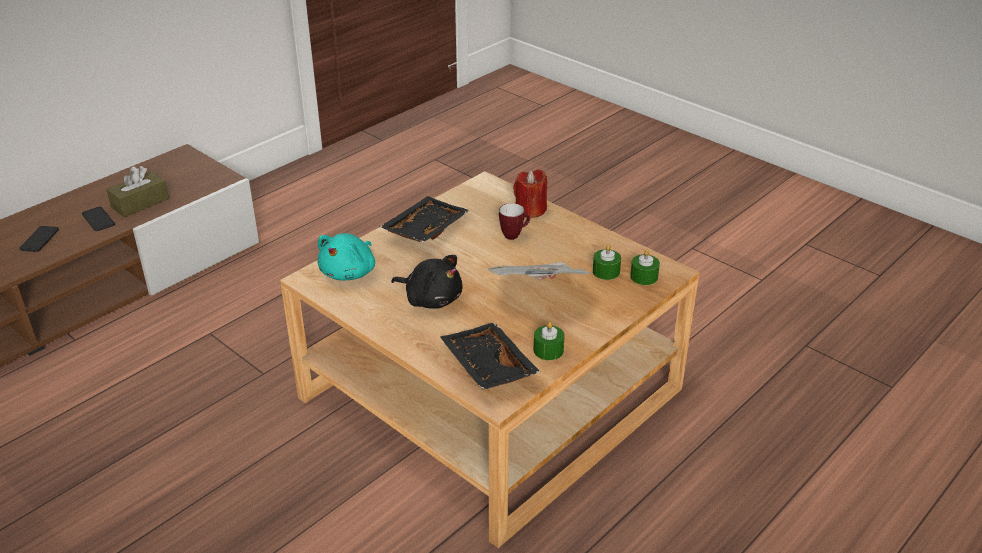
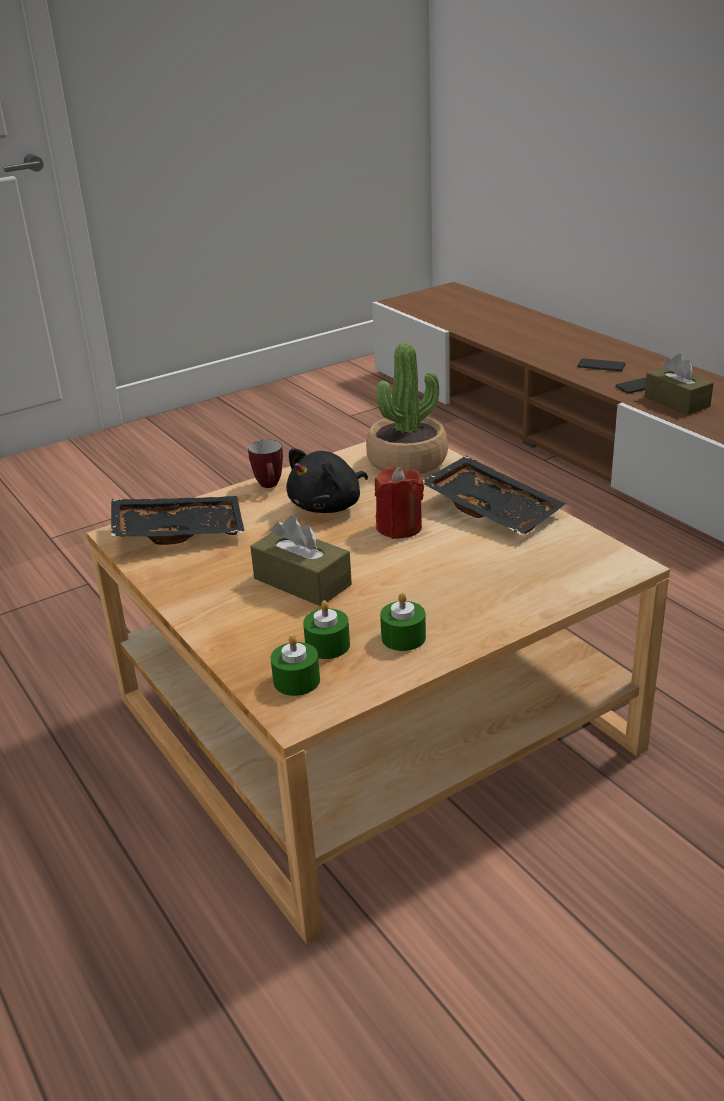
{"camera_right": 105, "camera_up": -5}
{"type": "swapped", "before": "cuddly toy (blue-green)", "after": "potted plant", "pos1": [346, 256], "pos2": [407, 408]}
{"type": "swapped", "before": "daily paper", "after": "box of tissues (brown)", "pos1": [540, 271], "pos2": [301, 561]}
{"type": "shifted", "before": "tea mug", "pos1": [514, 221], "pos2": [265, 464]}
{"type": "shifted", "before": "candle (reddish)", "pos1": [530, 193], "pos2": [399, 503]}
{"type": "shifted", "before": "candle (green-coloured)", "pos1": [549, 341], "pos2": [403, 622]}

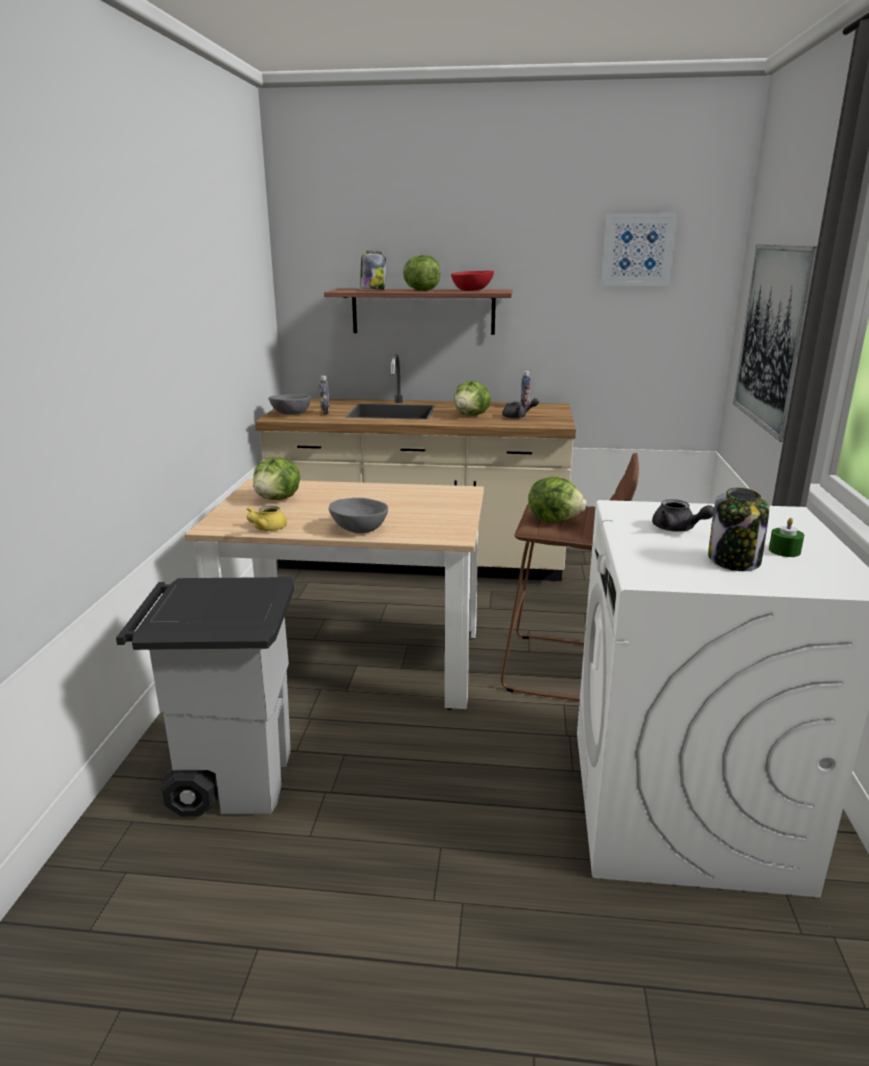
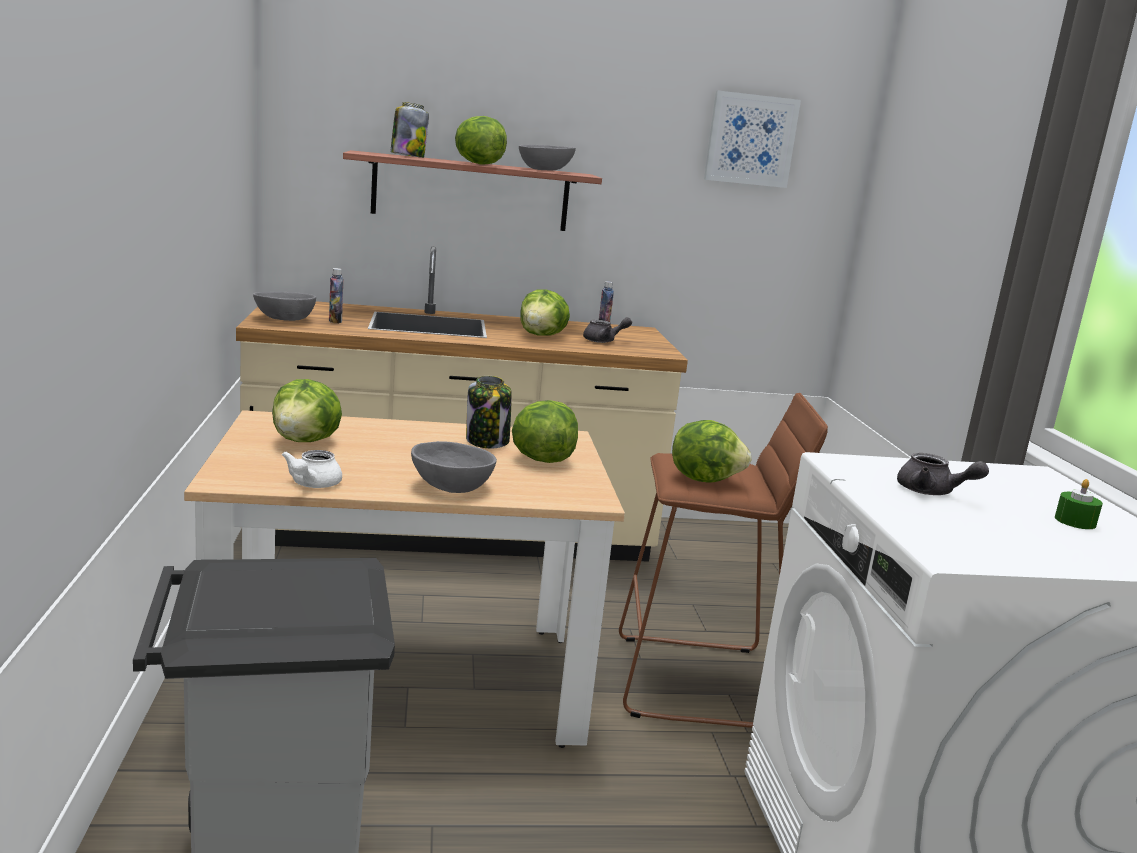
{"camera_right": -15, "camera_up": -5}
{"type": "repainted", "before": "tea pot (yellow-coloured)", "after": "tea pot (white)", "pos1": [267, 518], "pos2": [312, 469]}
{"type": "repainted", "before": "serving bowl (reddish)", "after": "serving bowl (gray)", "pos1": [472, 281], "pos2": [547, 157]}
{"type": "shifted", "before": "storage jar", "pos1": [738, 529], "pos2": [489, 412]}
{"type": "gone", "before": "picture", "pos1": [775, 343]}
{"type": "new", "after": "lettuce", "pos2": [545, 431]}

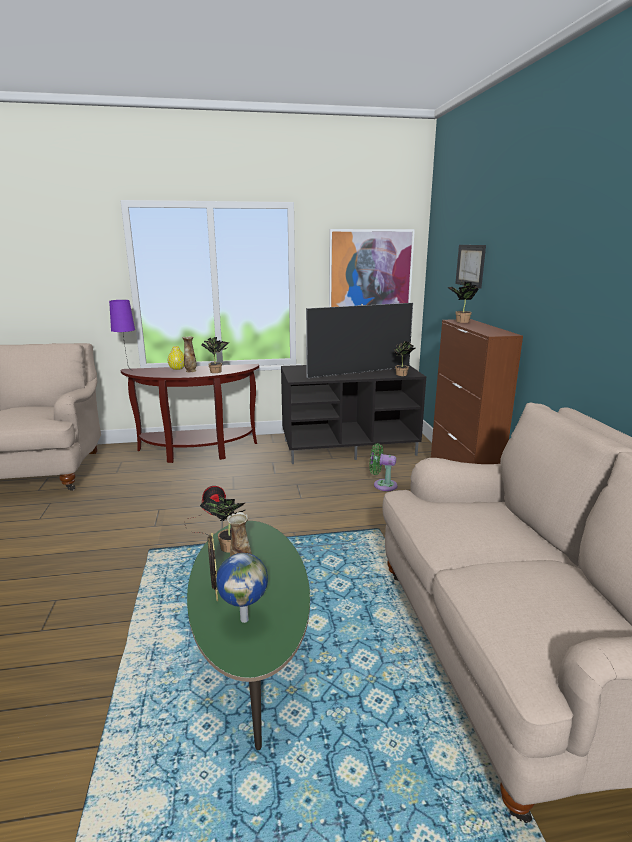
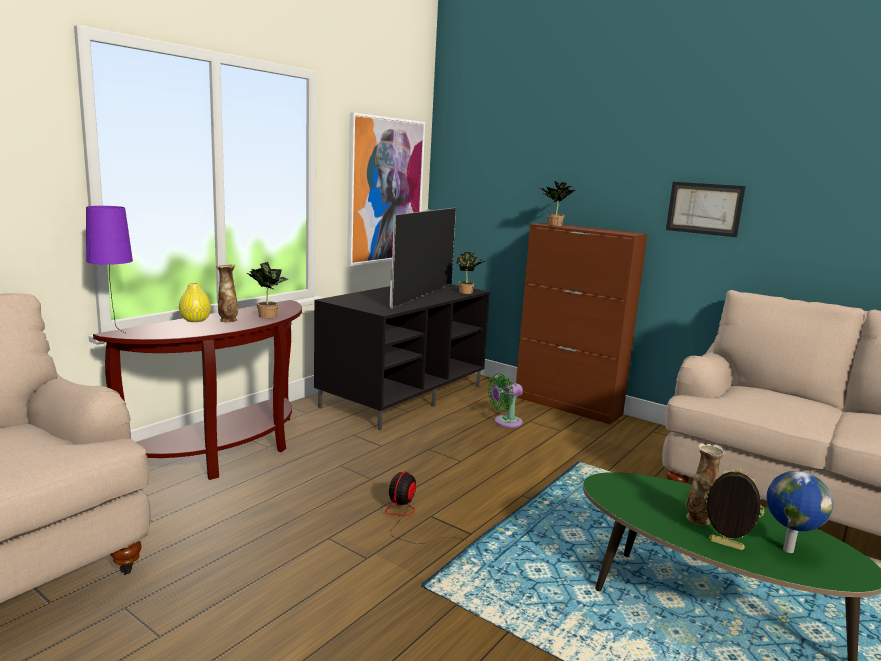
{"camera_right": -45, "camera_up": -5}
{"type": "gone", "before": "potted plant", "pos1": [222, 523]}
{"type": "shifted", "before": "picture", "pos1": [470, 266], "pos2": [706, 209]}

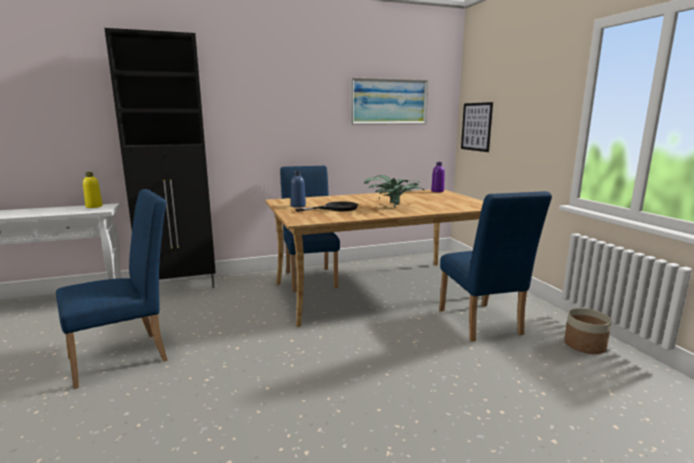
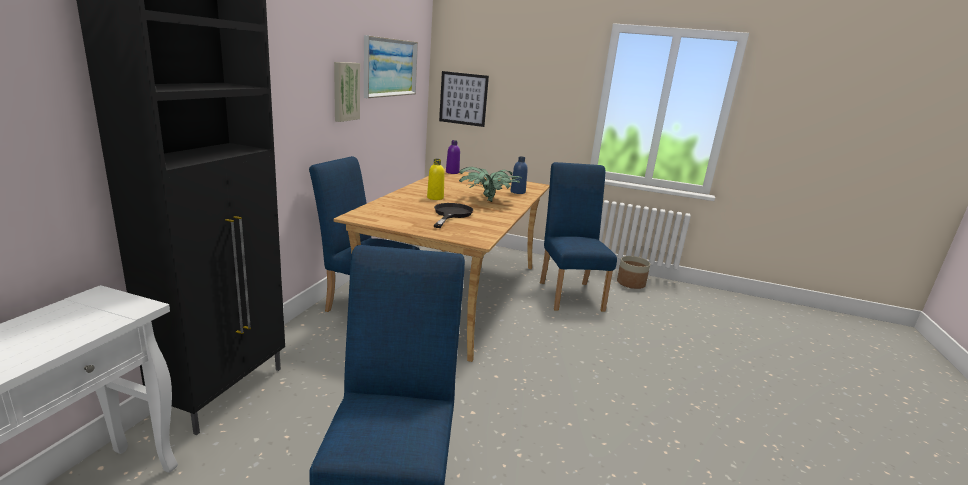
{"camera_right": -55, "camera_up": 5}
{"type": "shifted", "before": "beverage bottle (yellow-coloured)", "pos1": [93, 190], "pos2": [436, 179]}
{"type": "shifted", "before": "beverage bottle (bluish)", "pos1": [298, 189], "pos2": [519, 175]}
{"type": "rotated", "before": "chair (bluish)", "pos1": [495, 266], "pos2": [578, 237], "turn": -120}
{"type": "new", "after": "picture", "pos2": [347, 92]}

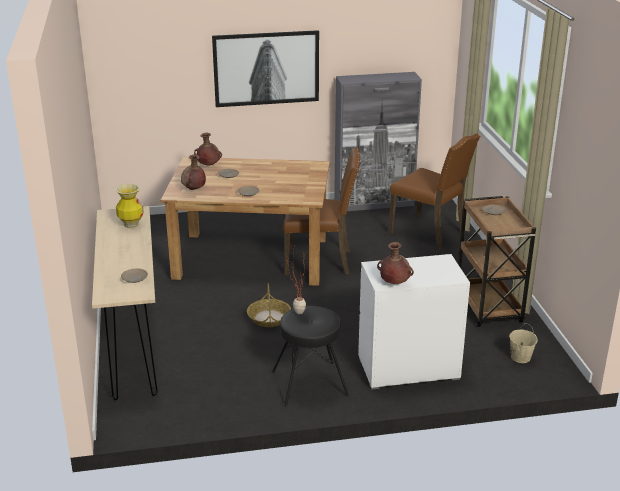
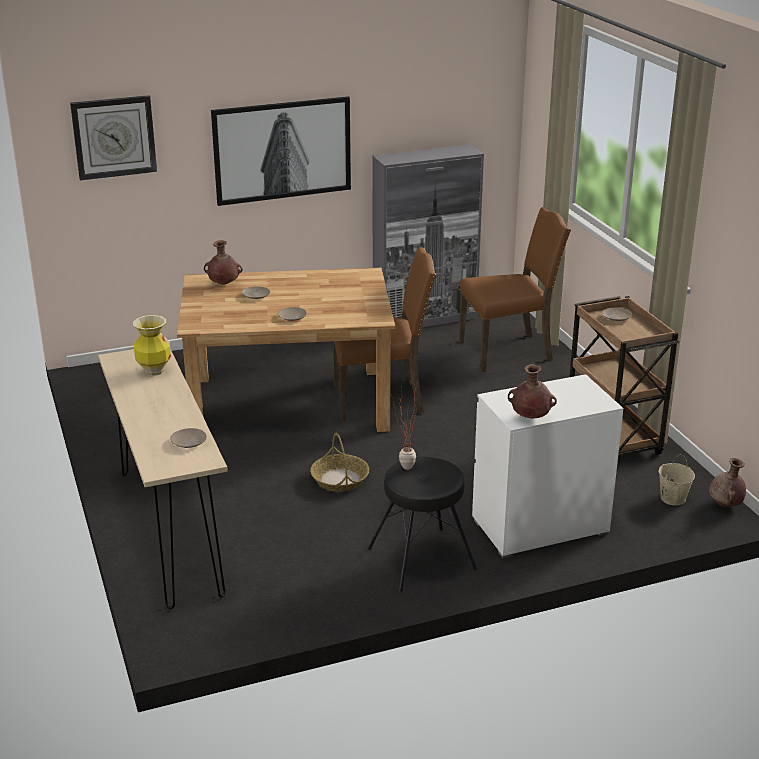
{"camera_right": -10, "camera_up": 0}
{"type": "shifted", "before": "flower vase (brown)", "pos1": [193, 172], "pos2": [727, 482]}
{"type": "rotated", "before": "chair (brown)", "pos1": [434, 191], "pos2": [515, 289], "turn": -45}
{"type": "new", "after": "clock on the wall", "pos2": [113, 137]}

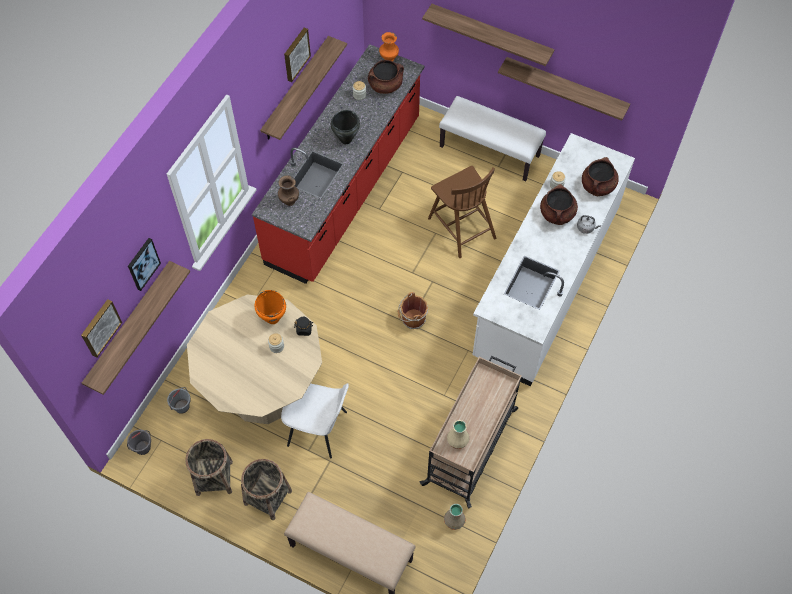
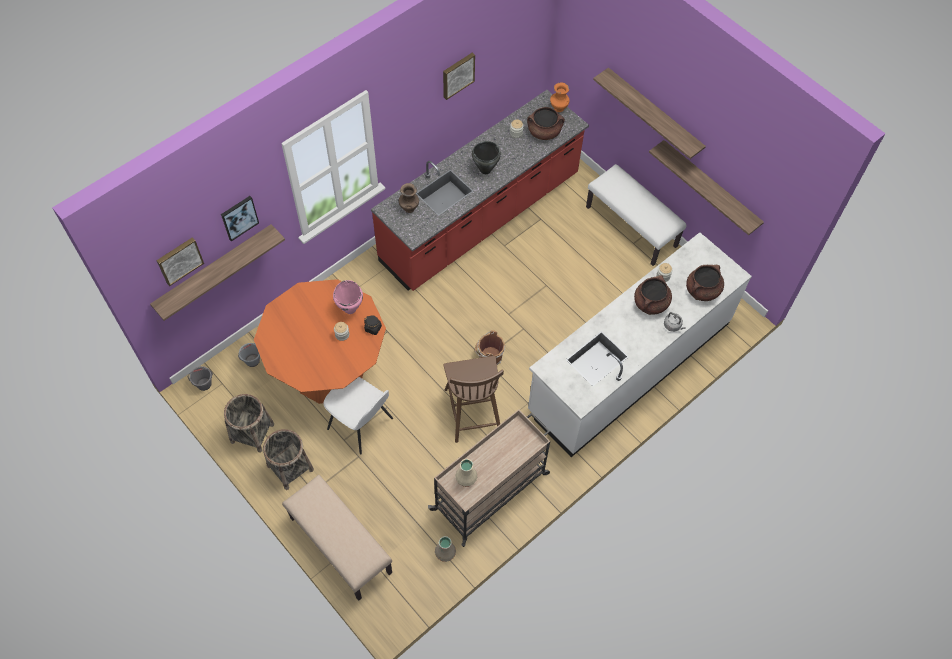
{"camera_right": 20, "camera_up": 0}
{"type": "repainted", "before": "dinner table (sand-coloured)", "after": "dinner table (orange-coloured)", "pos1": [254, 359], "pos2": [320, 341]}
{"type": "repainted", "before": "saucepot (orange-coloured)", "after": "saucepot (pink-coloured)", "pos1": [270, 307], "pos2": [348, 297]}
{"type": "gone", "before": "wall shelf", "pos1": [303, 88]}
{"type": "shifted", "before": "chair (brown)", "pos1": [462, 212], "pos2": [474, 399]}

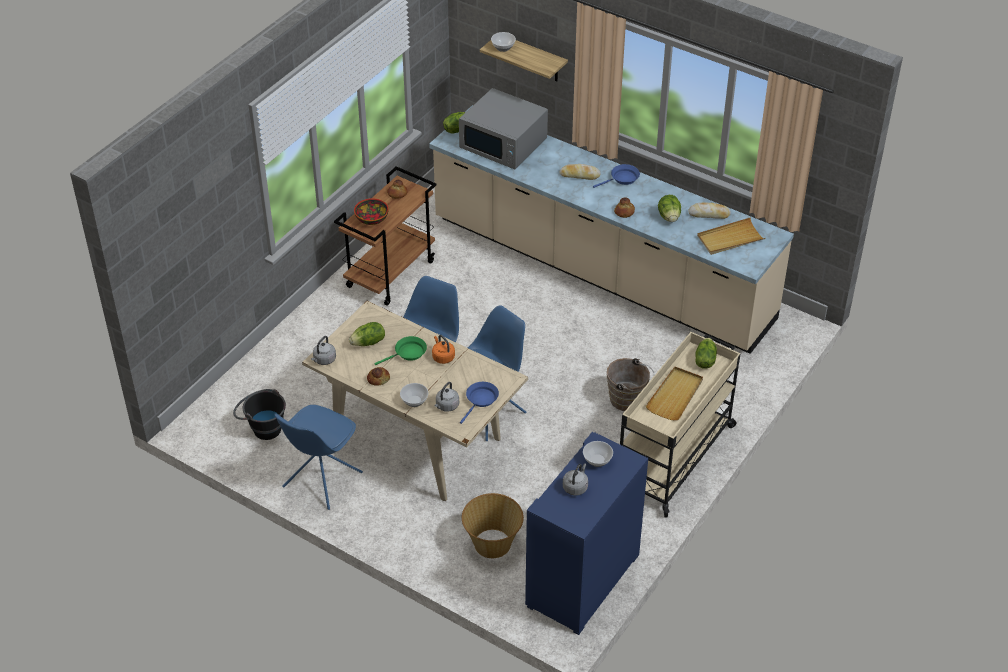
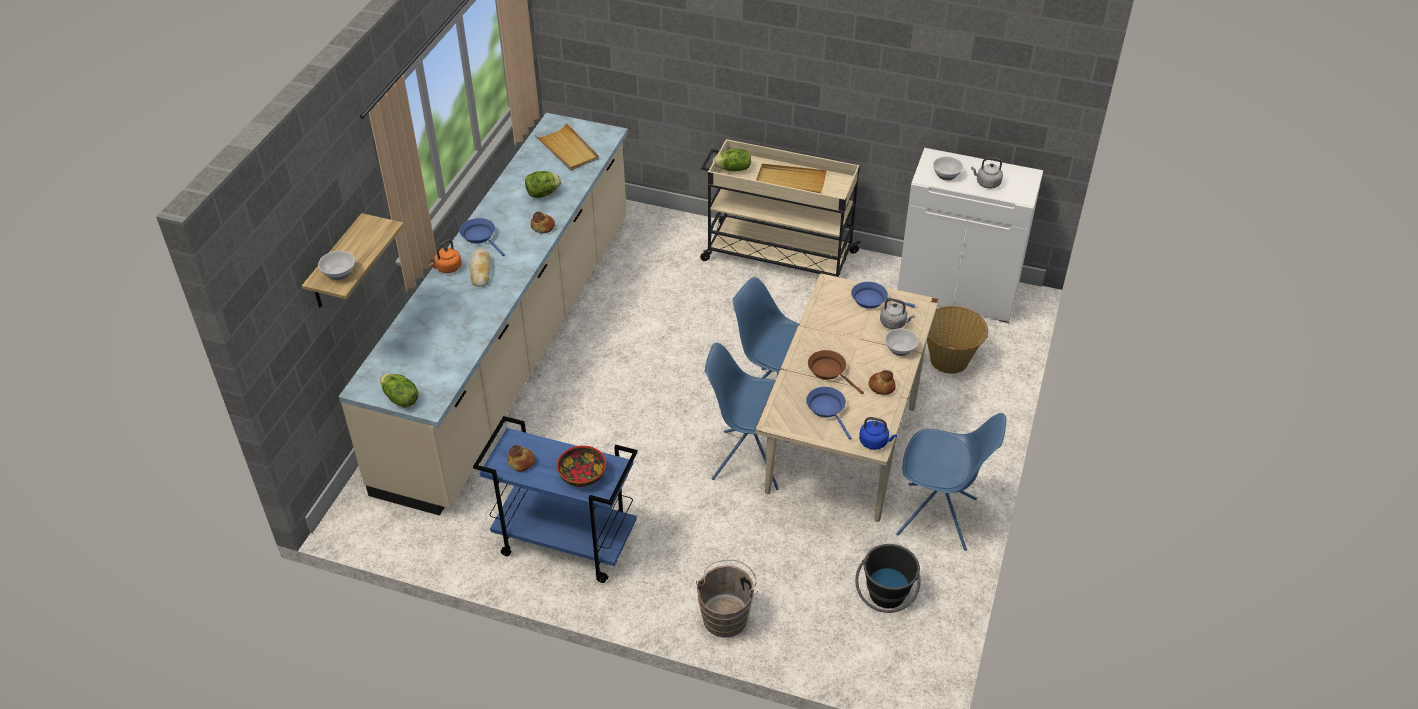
{"camera_right": -105, "camera_up": 0}
{"type": "repainted", "before": "water kettle (gray)", "after": "water kettle (bluish)", "pos1": [323, 350], "pos2": [878, 433]}
{"type": "repainted", "before": "wheeled cart (brown)", "after": "wheeled cart (bluish)", "pos1": [385, 236], "pos2": [555, 499]}
{"type": "swapped", "before": "lettuce", "after": "pan (bluish)", "pos1": [367, 334], "pos2": [828, 413]}
{"type": "repainted", "before": "pan (green-coloured)", "after": "pan (brown)", "pos1": [400, 350], "pos2": [836, 372]}
{"type": "shifted", "before": "water kettle (orange-coloured)", "pos1": [443, 349], "pos2": [445, 256]}
{"type": "gone", "before": "kitchen microwave (gray)", "pos1": [503, 128]}
{"type": "repainted", "before": "cabinet (bluish)", "after": "cabinet (white)", "pos1": [586, 533], "pos2": [970, 235]}
{"type": "shifted", "before": "water bucket (brown)", "pos1": [631, 384], "pos2": [727, 599]}
{"type": "gone", "before": "bakery bread", "pos1": [709, 211]}

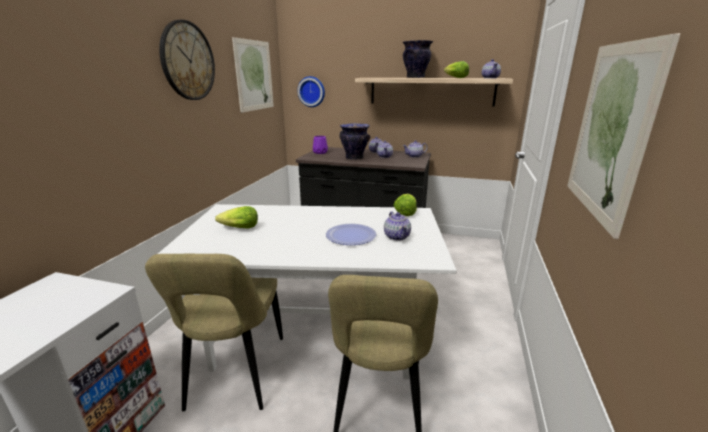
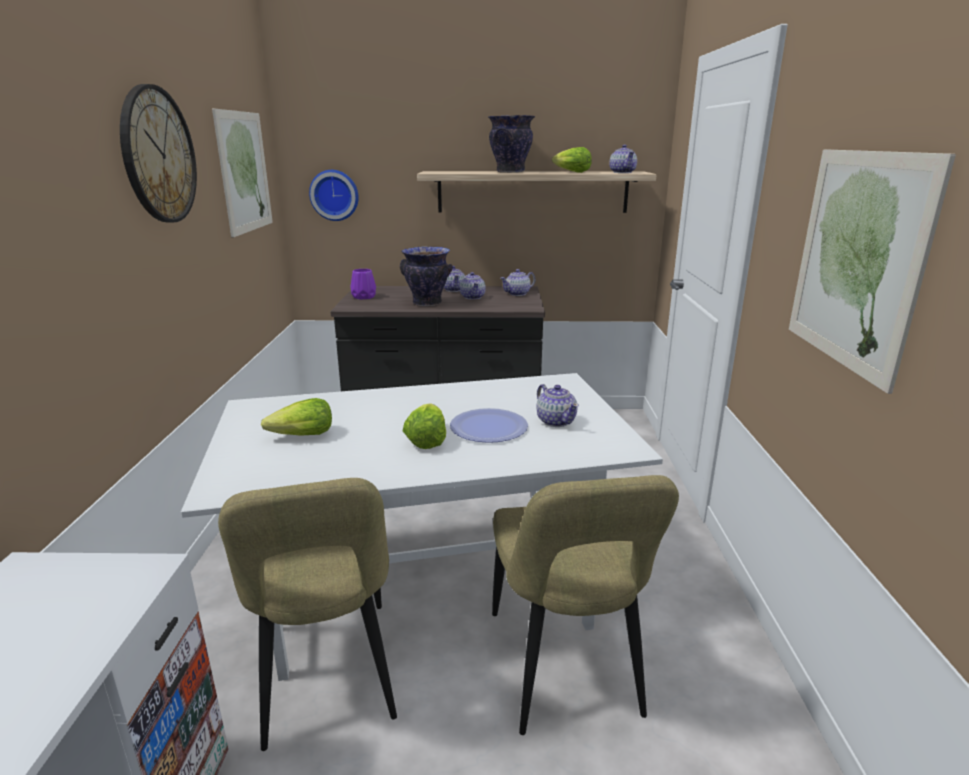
{"camera_right": -15, "camera_up": 0}
{"type": "shifted", "before": "lettuce", "pos1": [405, 205], "pos2": [424, 426]}

